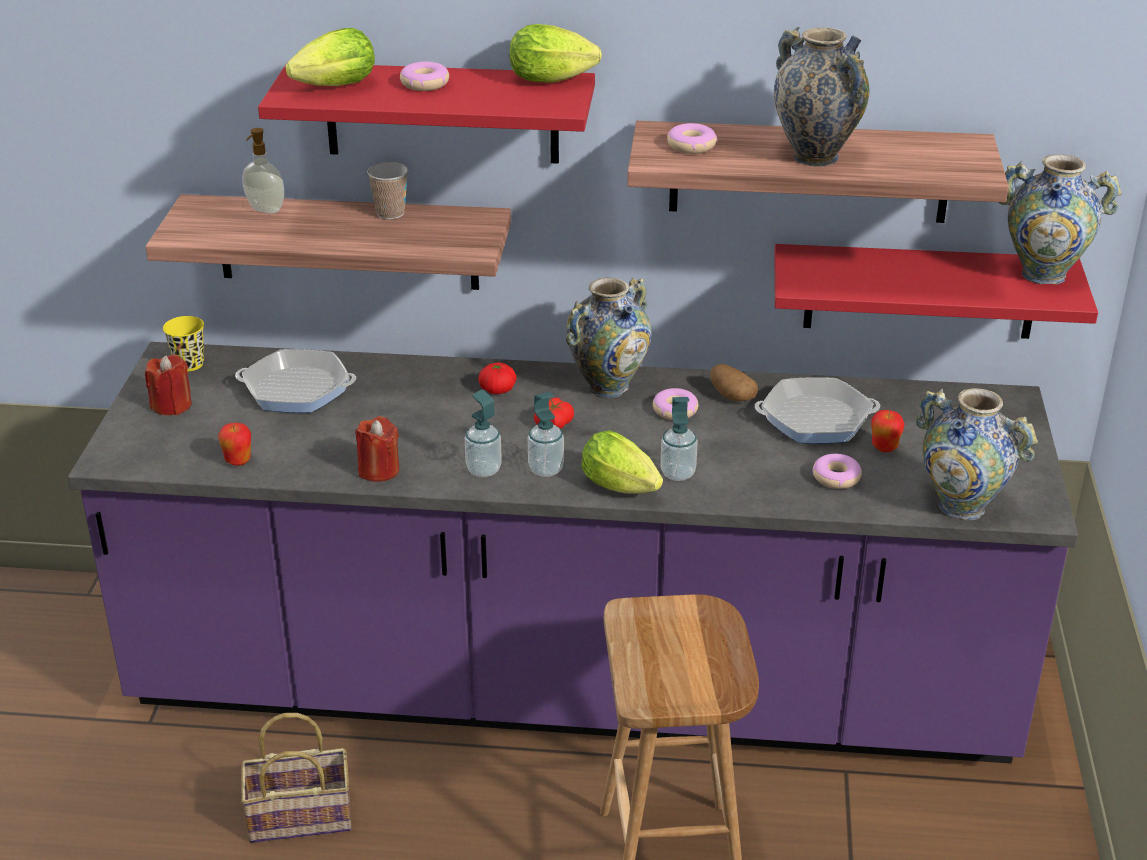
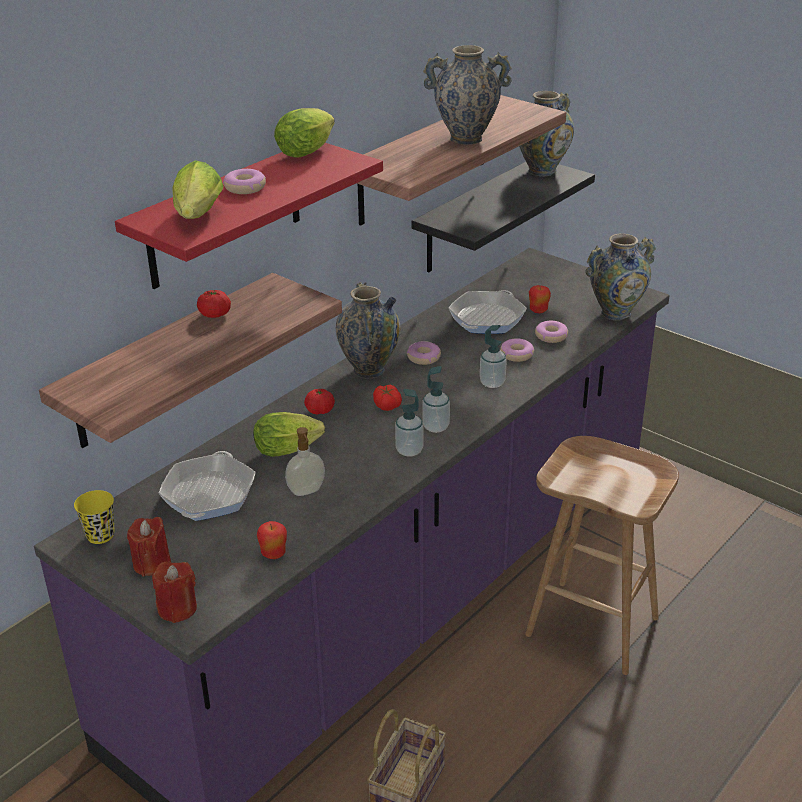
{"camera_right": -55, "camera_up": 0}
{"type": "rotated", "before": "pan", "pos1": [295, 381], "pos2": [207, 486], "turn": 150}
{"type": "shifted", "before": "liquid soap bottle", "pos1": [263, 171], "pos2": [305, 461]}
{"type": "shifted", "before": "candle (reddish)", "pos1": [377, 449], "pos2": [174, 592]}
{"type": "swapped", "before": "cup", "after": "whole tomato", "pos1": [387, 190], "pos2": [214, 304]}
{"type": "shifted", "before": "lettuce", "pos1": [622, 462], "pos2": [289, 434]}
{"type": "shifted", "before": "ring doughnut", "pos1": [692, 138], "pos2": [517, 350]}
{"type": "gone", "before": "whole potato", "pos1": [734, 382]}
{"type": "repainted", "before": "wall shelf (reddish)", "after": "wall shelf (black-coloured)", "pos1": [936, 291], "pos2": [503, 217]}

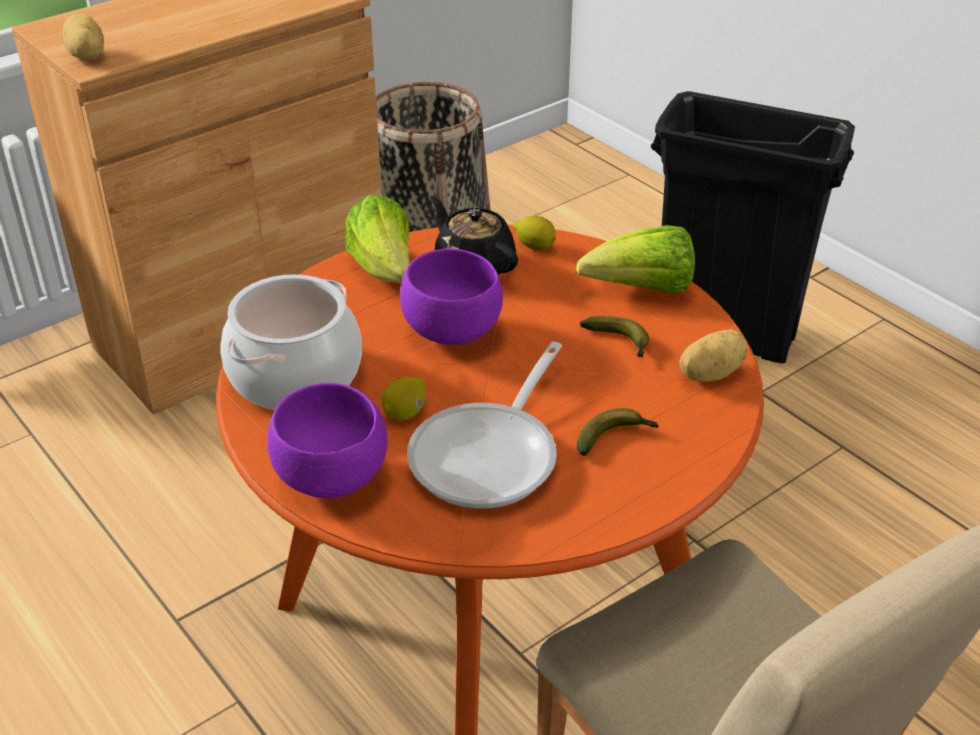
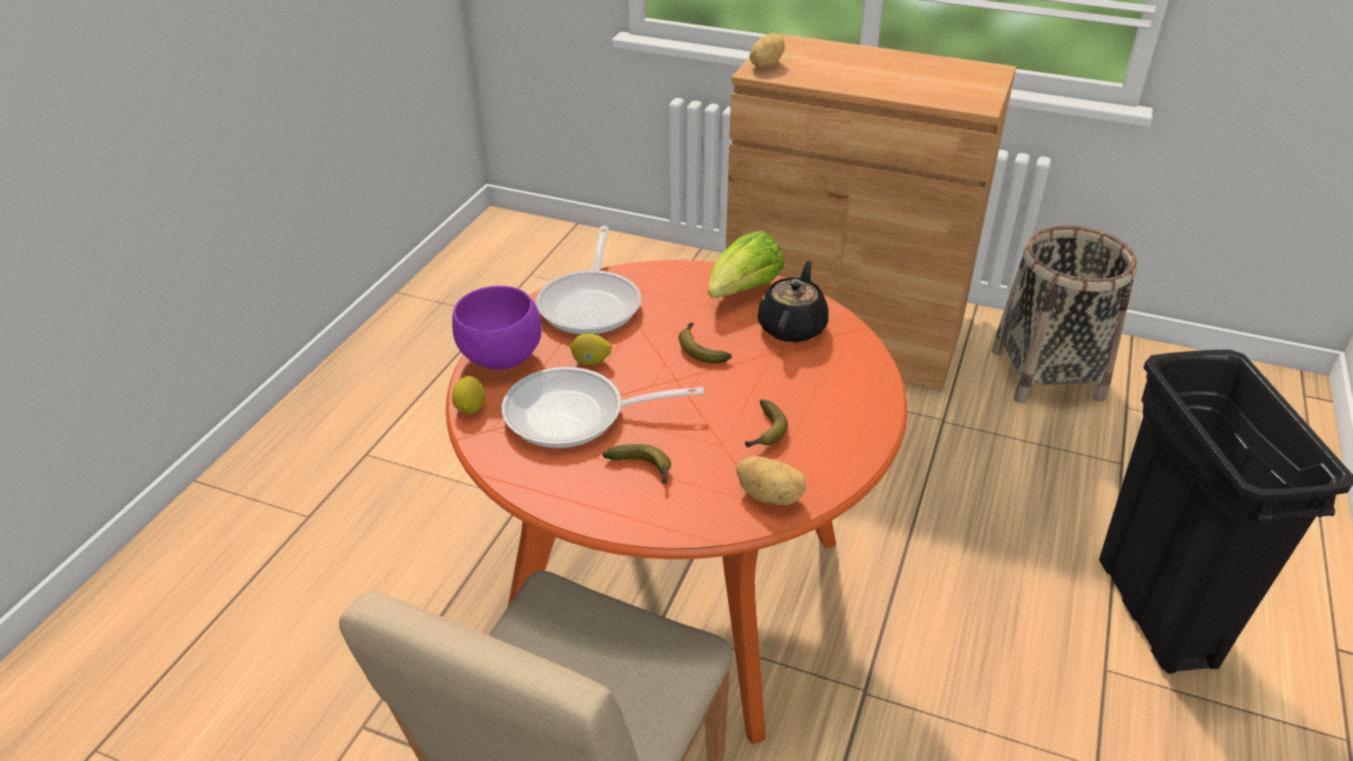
{"camera_right": 60, "camera_up": 0}
{"type": "swapped", "before": "saucepot", "after": "pan", "pos1": [291, 342], "pos2": [588, 280]}
{"type": "swapped", "before": "serving bowl (purple)", "after": "whole banana", "pos1": [451, 296], "pos2": [705, 343]}
{"type": "shifted", "before": "whole lemon", "pos1": [535, 233], "pos2": [468, 395]}
{"type": "gone", "before": "lettuce", "pos1": [635, 259]}

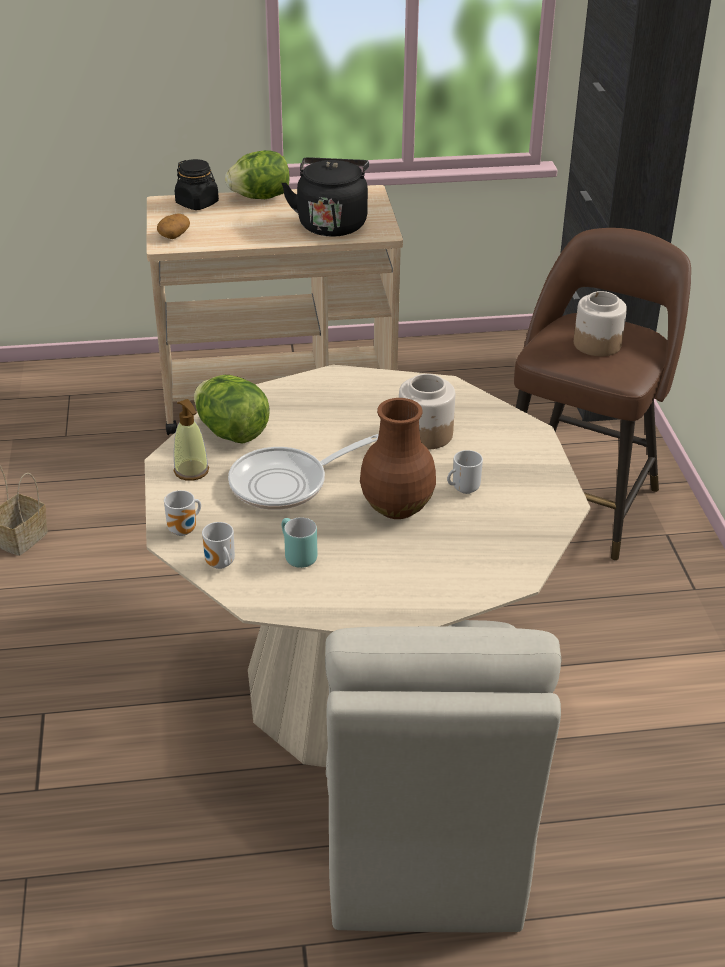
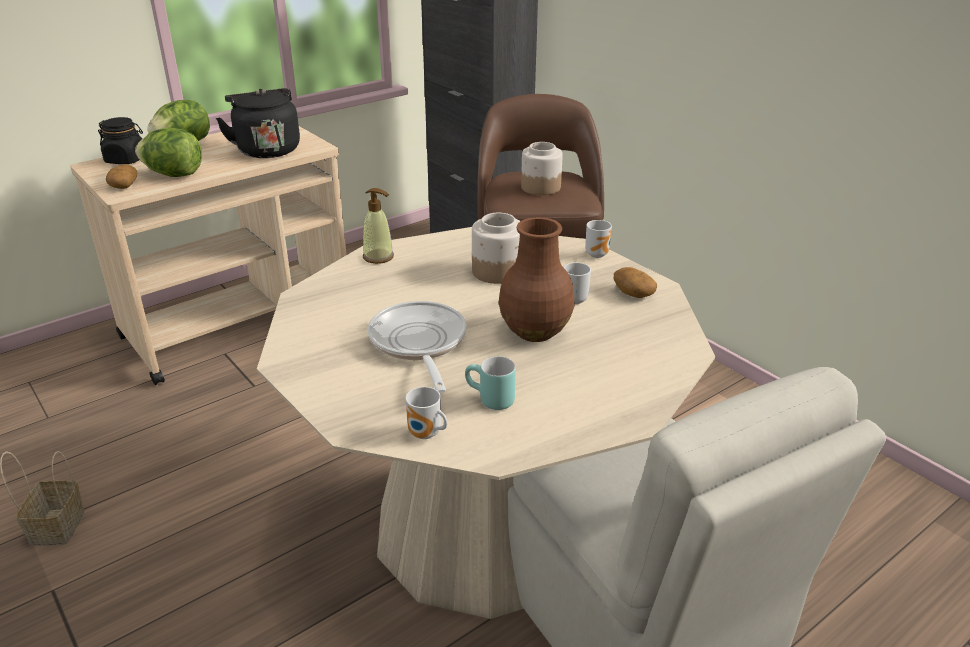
{"camera_right": -30, "camera_up": -5}
{"type": "shifted", "before": "tea mug", "pos1": [182, 513], "pos2": [598, 239]}
{"type": "shifted", "before": "liquid soap bottle", "pos1": [191, 440], "pos2": [378, 226]}
{"type": "shifted", "before": "lettuce", "pos1": [232, 409], "pos2": [168, 152]}
{"type": "rotated", "before": "pan", "pos1": [303, 472], "pos2": [417, 347], "turn": 135}
{"type": "new", "after": "whole potato", "pos2": [635, 282]}

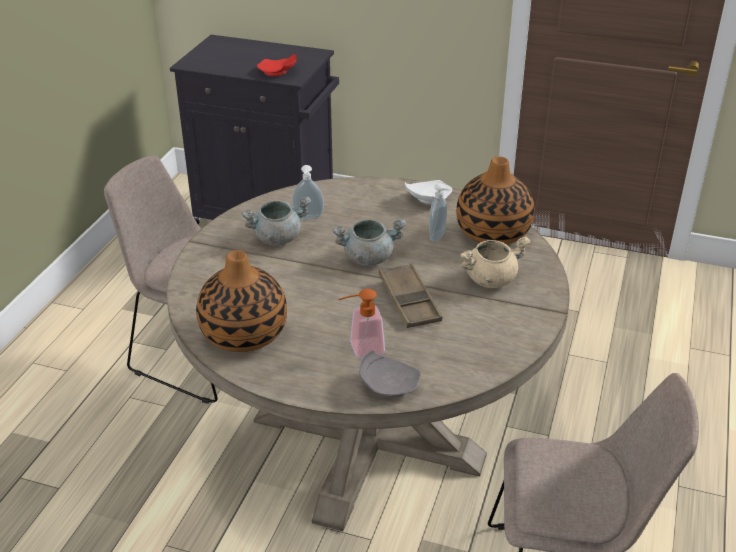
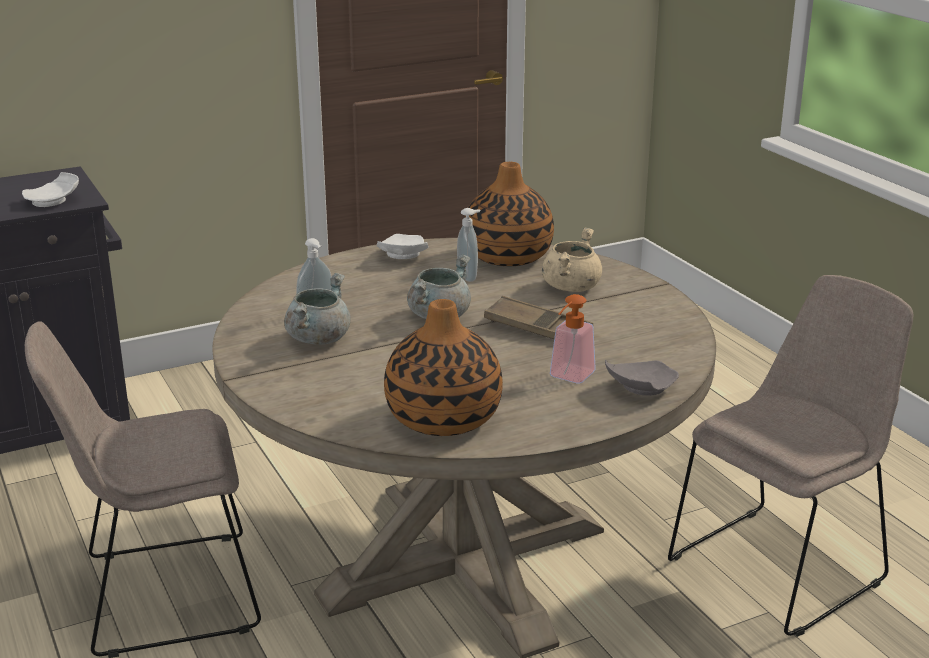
{"camera_right": -45, "camera_up": -10}
{"type": "repainted", "before": "flat dish (reddish)", "after": "flat dish (white)", "pos1": [277, 65], "pos2": [50, 189]}

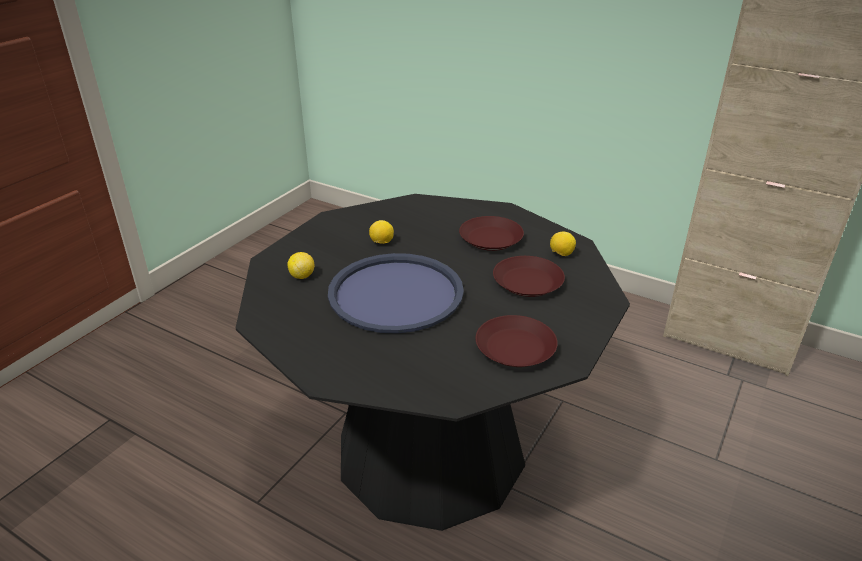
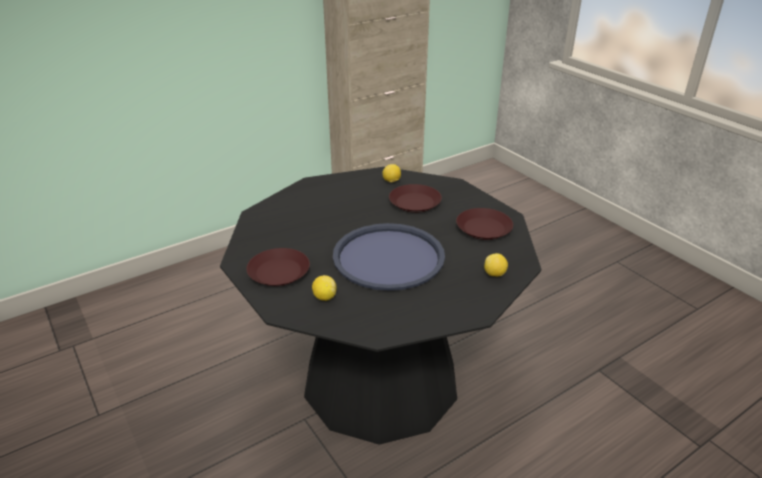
{"camera_right": -65, "camera_up": 0}
{"type": "shifted", "before": "whole lemon", "pos1": [381, 232], "pos2": [496, 265]}
{"type": "shifted", "before": "flat dish (brown)", "pos1": [491, 233], "pos2": [278, 267]}

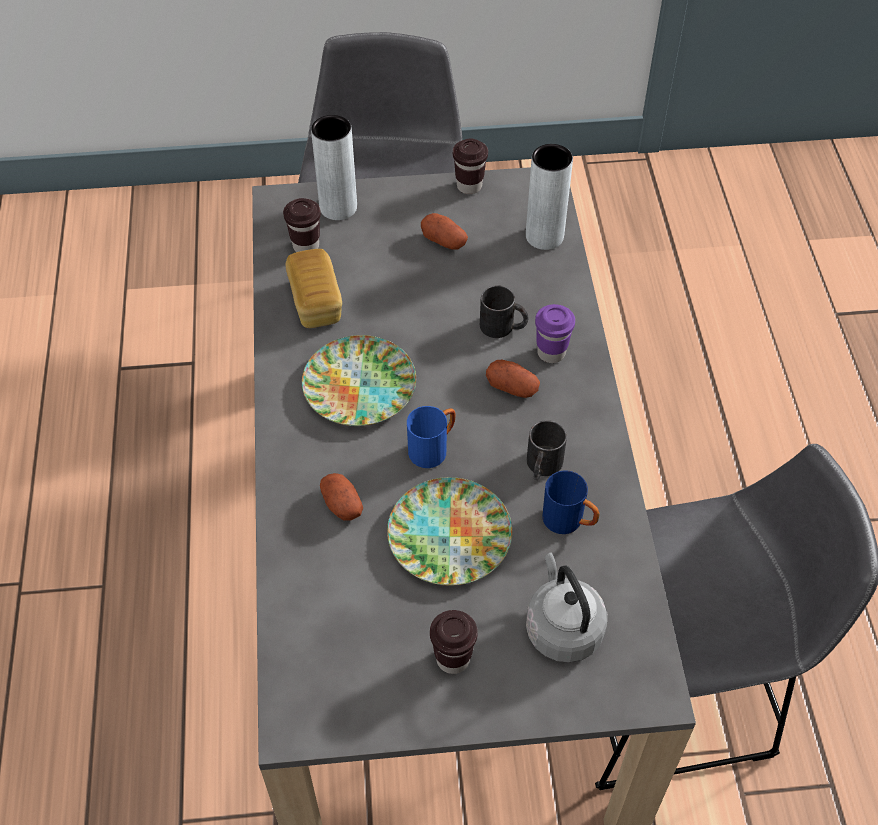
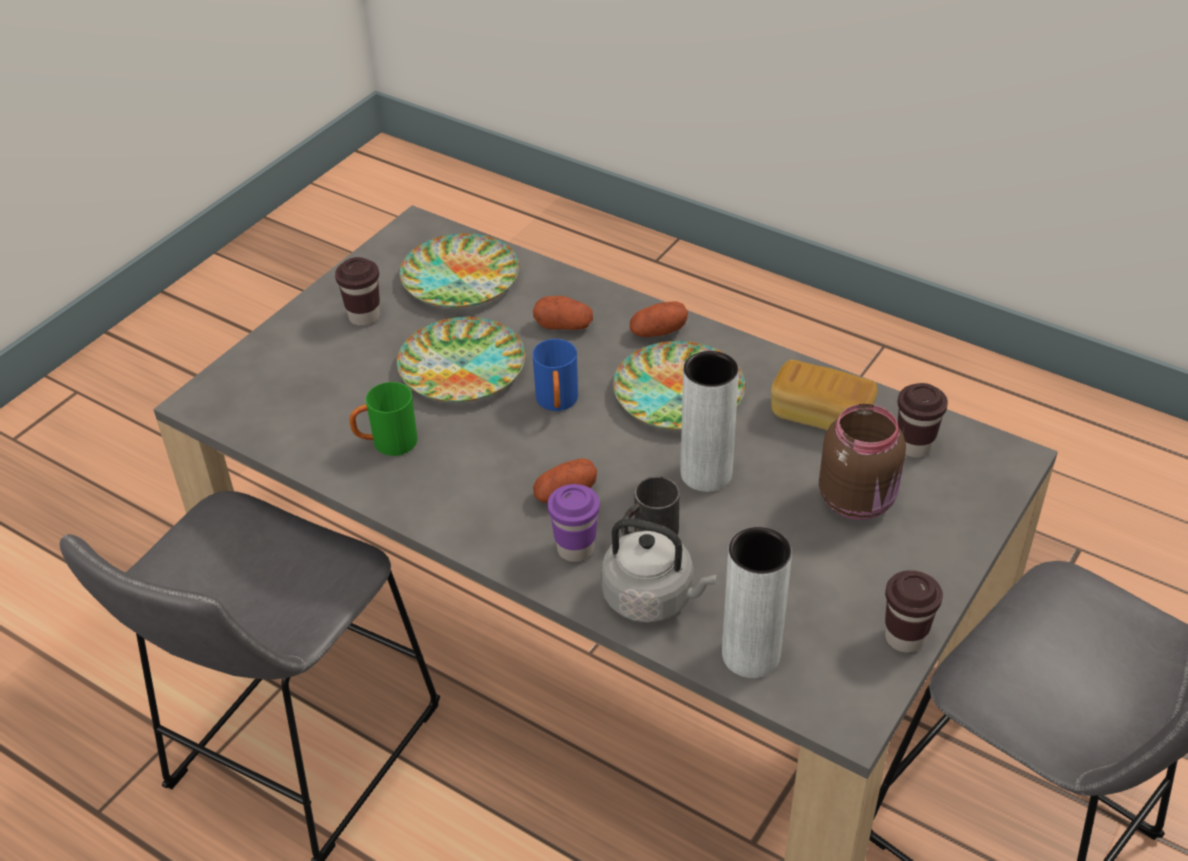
{"camera_right": 130, "camera_up": -10}
{"type": "shifted", "before": "flower vase (gray)", "pos1": [334, 167], "pos2": [709, 421]}
{"type": "shifted", "before": "whole potato", "pos1": [444, 231], "pos2": [659, 319]}
{"type": "shifted", "before": "water kettle (gray)", "pos1": [566, 607], "pos2": [659, 570]}
{"type": "gone", "before": "tea mug (black-coloured)", "pos1": [547, 450]}
{"type": "repainted", "before": "tea mug (bluish)", "after": "tea mug (green-coloured)", "pos1": [571, 502], "pos2": [383, 419]}
{"type": "new", "after": "flat dish", "pos2": [459, 270]}
{"type": "new", "after": "storage jar (brown)", "pos2": [862, 462]}

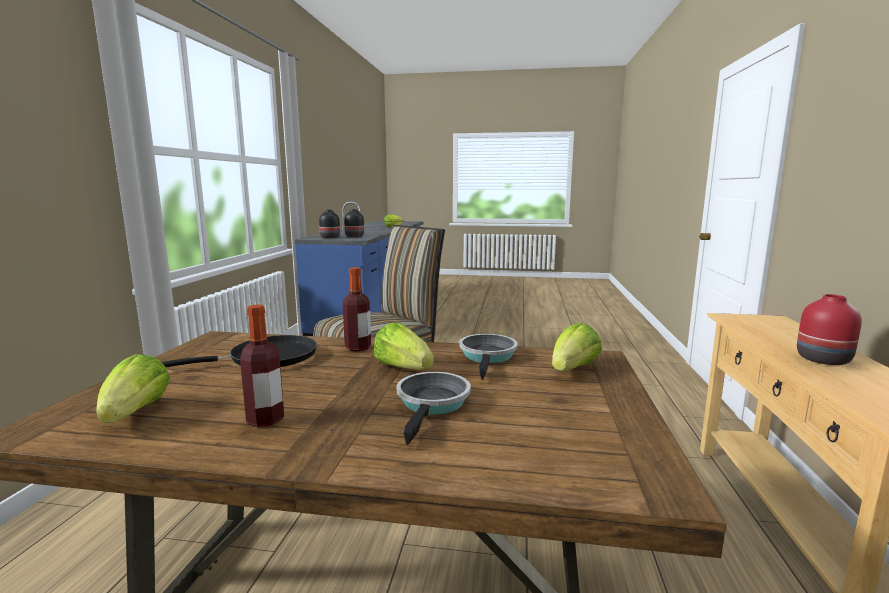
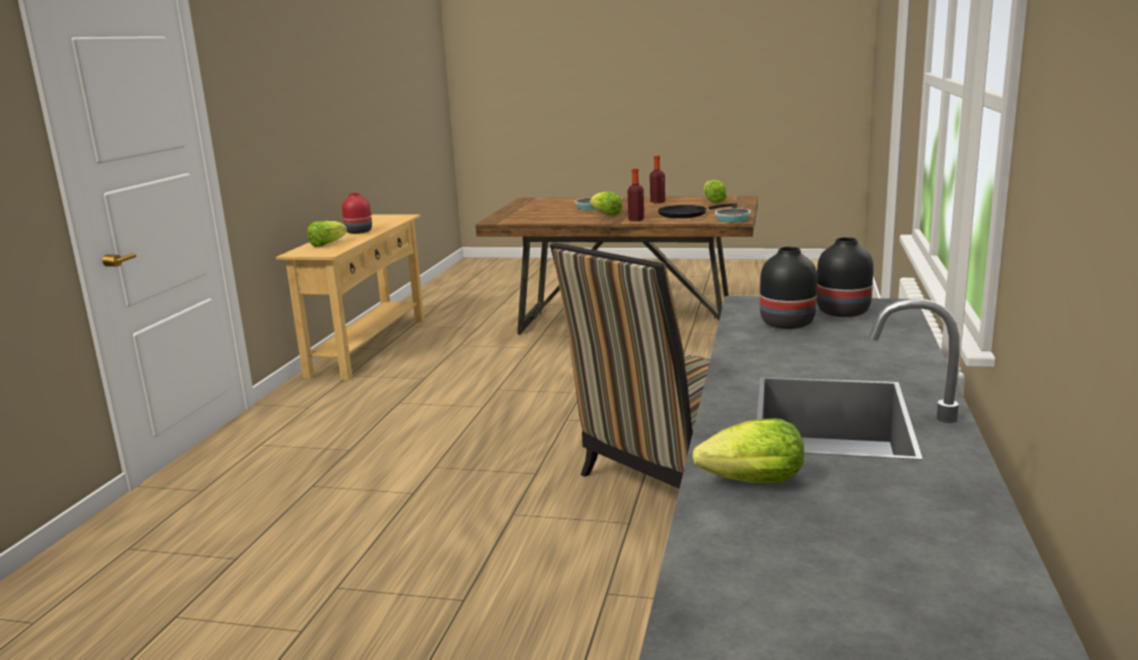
{"camera_right": -175, "camera_up": 5}
{"type": "shifted", "before": "pan", "pos1": [488, 357], "pos2": [733, 212]}
{"type": "shifted", "before": "lettuce", "pos1": [577, 347], "pos2": [327, 234]}

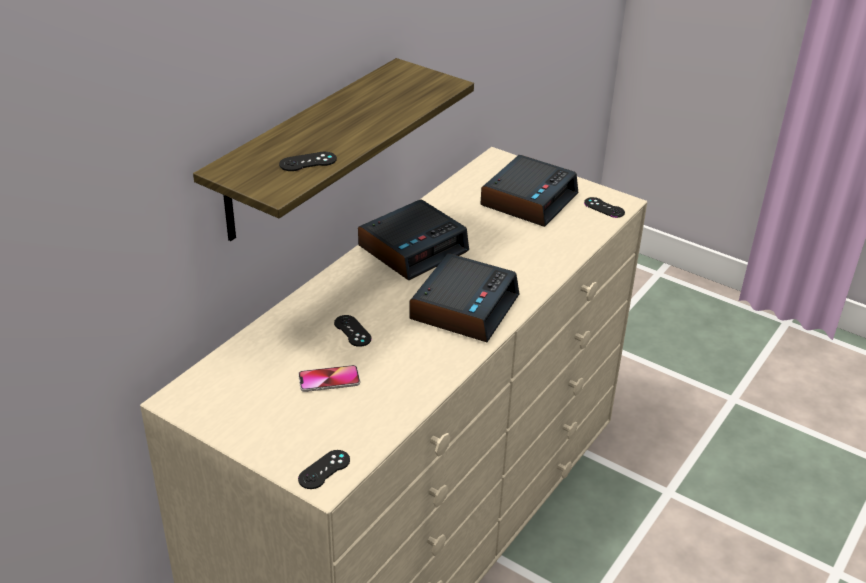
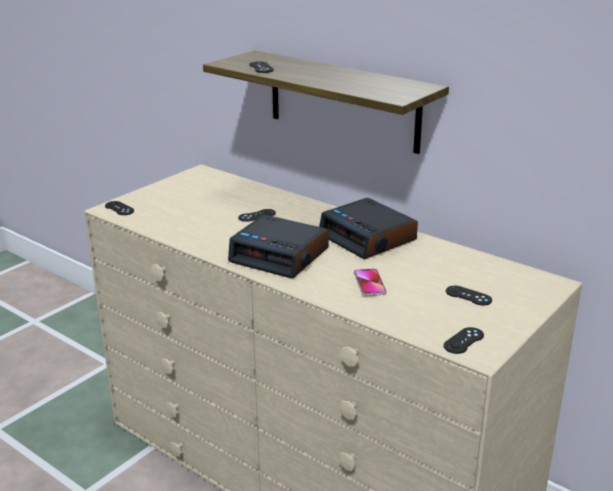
{"camera_right": 95, "camera_up": -10}
{"type": "shifted", "before": "phone", "pos1": [329, 378], "pos2": [370, 282]}
{"type": "swapped", "before": "alarm clock", "after": "gamepad (black-coloured)", "pos1": [529, 191], "pos2": [469, 295]}

